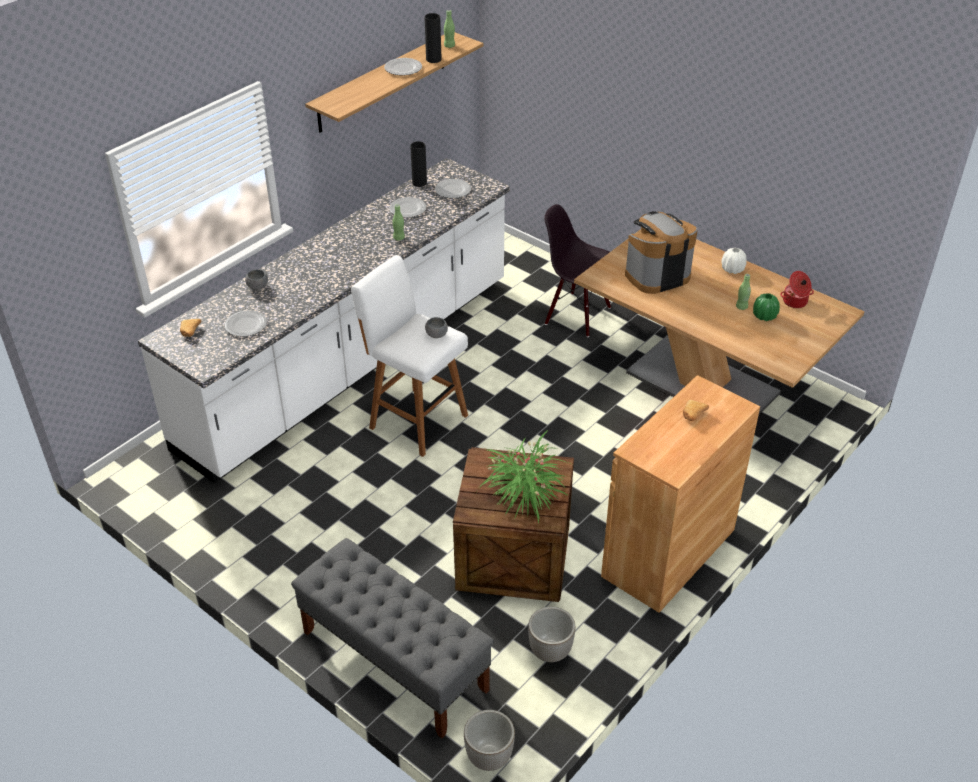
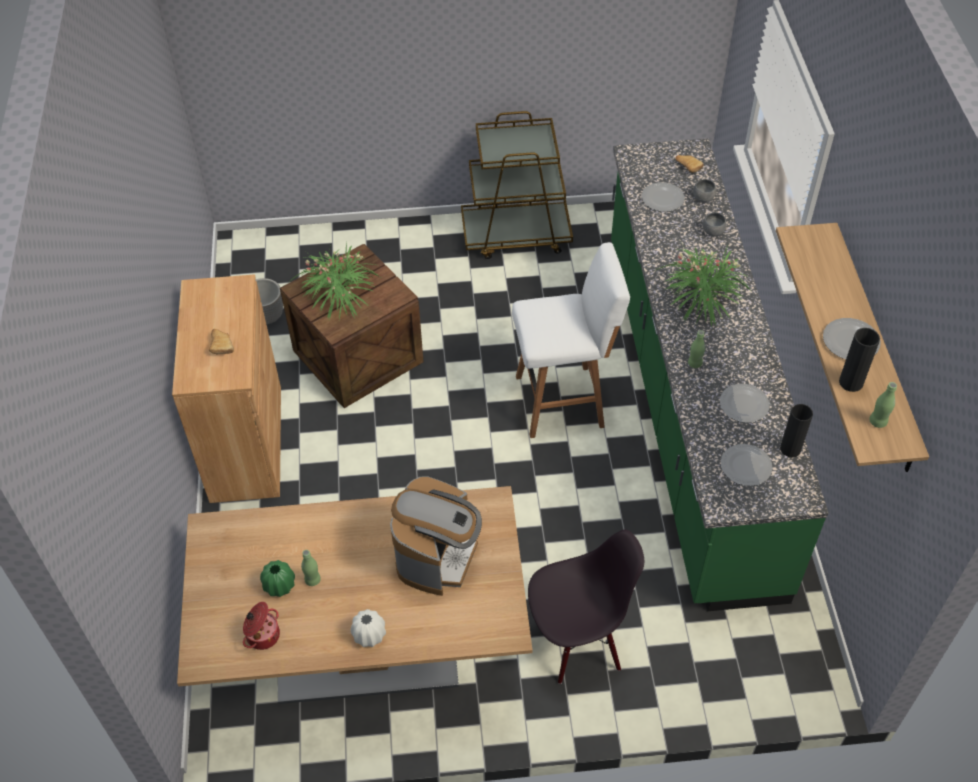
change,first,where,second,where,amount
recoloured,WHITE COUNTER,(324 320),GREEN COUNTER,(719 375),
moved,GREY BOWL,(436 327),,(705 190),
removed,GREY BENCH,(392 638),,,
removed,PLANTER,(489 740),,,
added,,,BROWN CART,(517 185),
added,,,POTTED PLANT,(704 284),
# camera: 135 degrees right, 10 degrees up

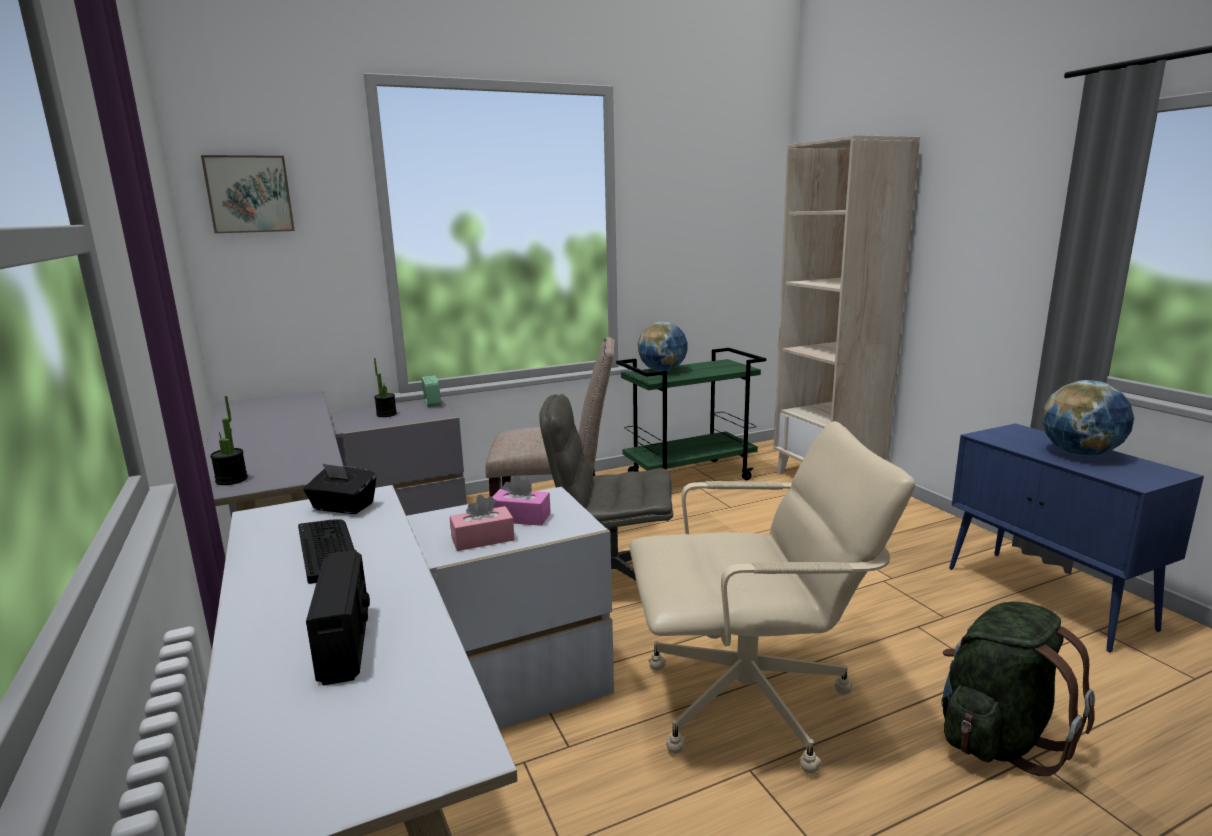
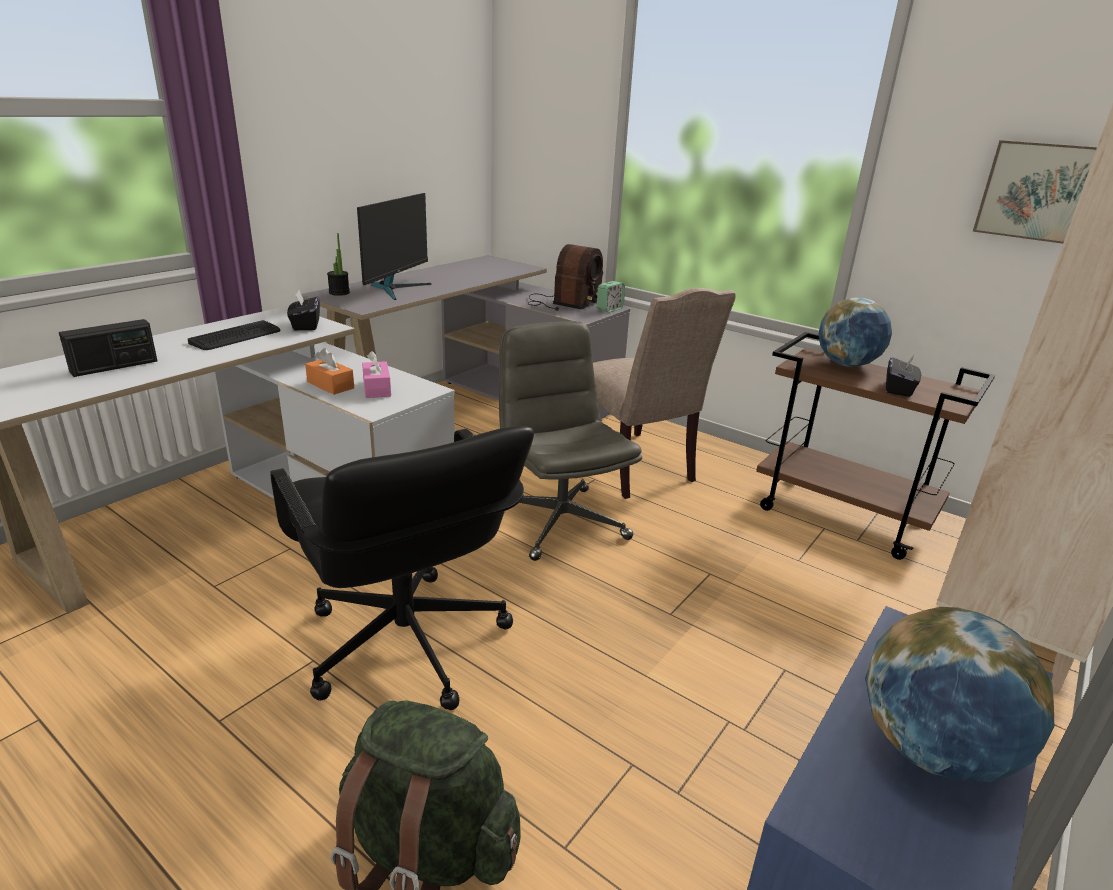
change,first,where,second,where,amount
moved,PICTURE,(248 194),,(1035 192),
recoloured,GREEN CART,(691 414),BROWN CART,(875 446),
replaced,POTTED PLANT,(385 387),RADIO,(565 277),
recoloured,BEIGE OFFICE CHAIR,(772 597),BLACK OFFICE CHAIR,(402 568),
recoloured,PINK TISSUE BOX,(482 522),ORANGE TISSUE BOX,(329 371),
added,,,MONITOR,(394 246),
added,,,BLACK TISSUE BOX,(903 376),
# camera: 60 degrees right, 10 degrees up

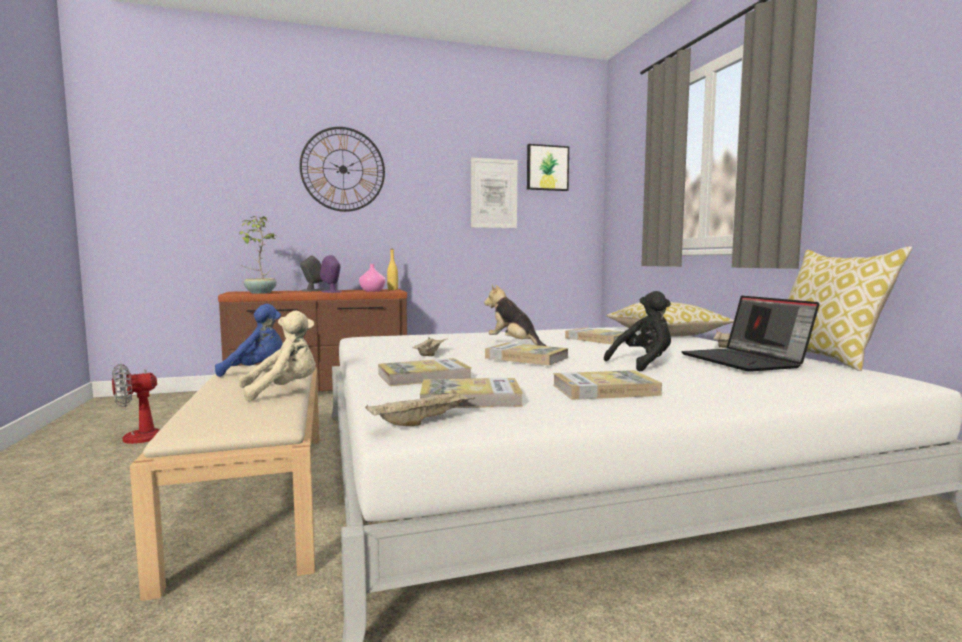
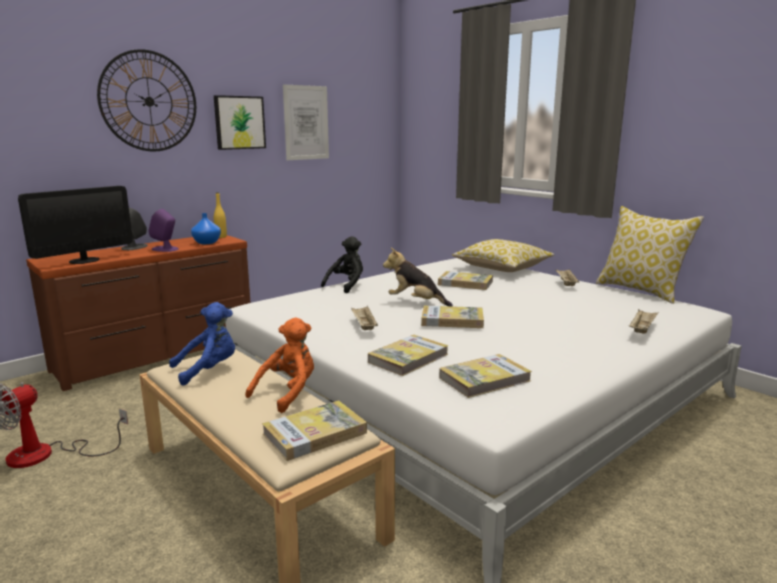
change,first,where,second,where,amount
moved,PICTURE,(548 167),,(240 122),
replaced,POTTED PLANT,(258 255),MONITOR,(75 225),
recoloured,PINK VASE,(372 278),BLUE VASE,(206 228),
moved,BLACK PLUSH TOY,(637 331),,(342 264),
removed,LAPTOP,(750 334),,,
recoloured,BEIGE PLUSH TOY,(277 356),ORANGE PLUSH TOY,(279 365),
moved,BOOK,(607 385),,(314 430),
moved,BEIGE TRAY,(420 407),,(643 321),
# camera: 25 degrees left, 10 degrees up

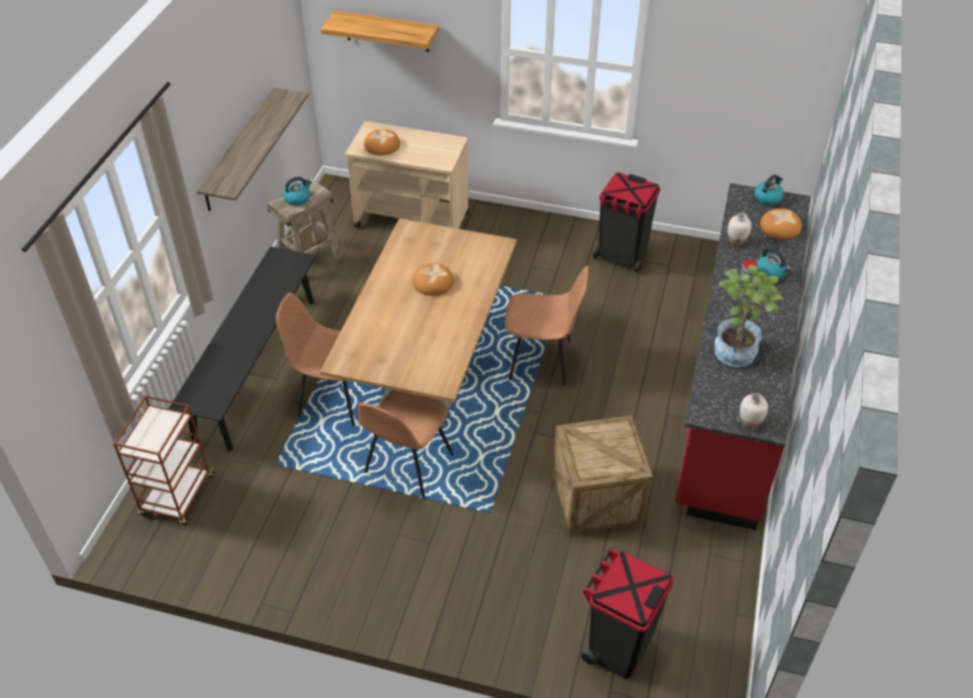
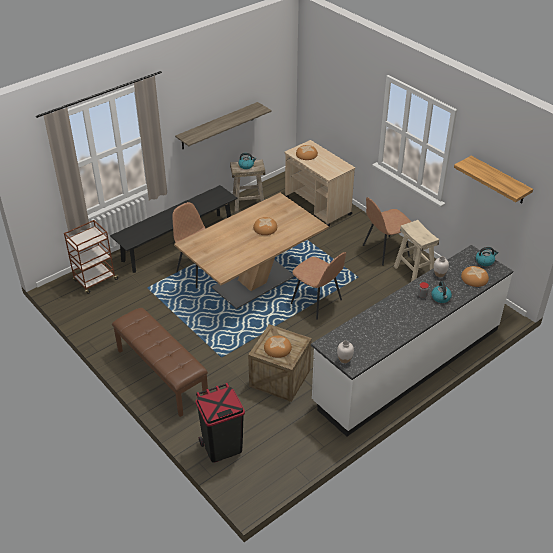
change,first,where,second,where,amount
moved,SHELF,(380 31),,(493 180),
replaced,BLACK TRASH CAN,(626 222),BEIGE STOOL,(416 251),
recoloured,RED COUNTER,(742 356),WHITE COUNTER,(412 341),
removed,POTTED PLANT,(749 316),,,
moved,BROWN CHAIR,(406 444),,(387 231),
added,,,BROWN BENCH,(160 362),
added,,,BREAD,(278 347),
# camera: 35 degrees right, 5 degrees down

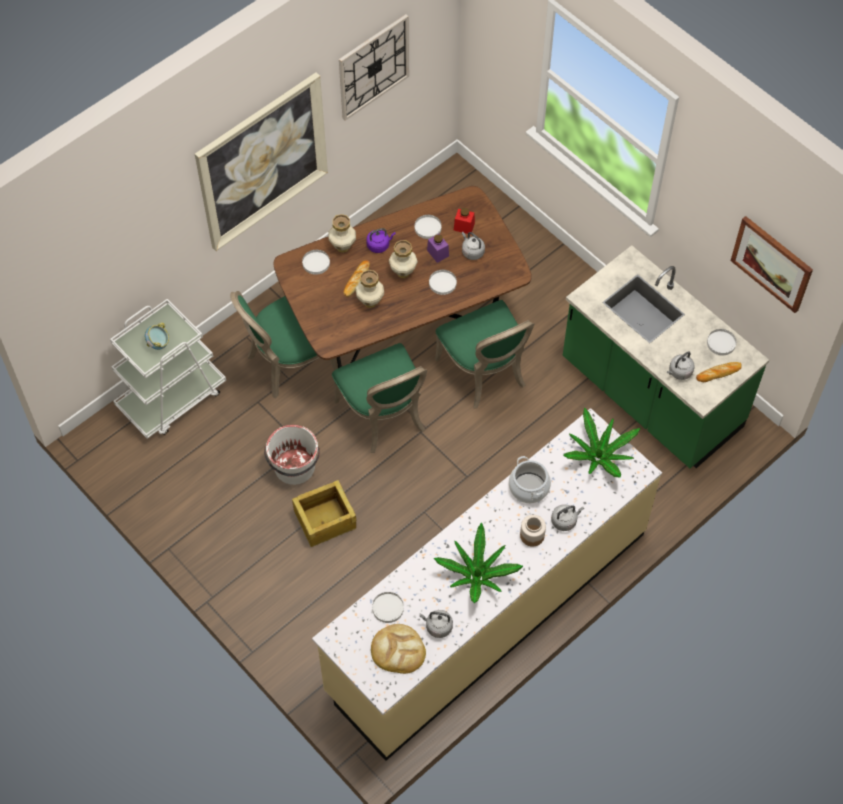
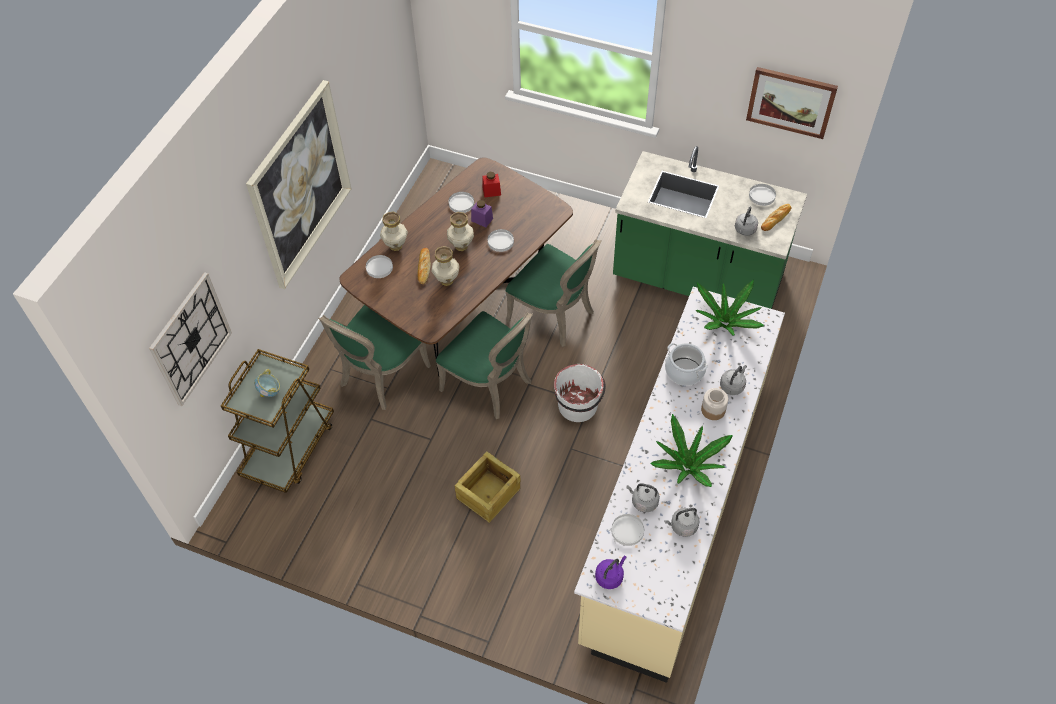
change,first,where,second,where,amount
moved,WALL CLOCK,(374 67),,(190 339),
moved,PURPLE KETTLE,(381 240),,(611 572),
moved,GREY KETTLE,(473 246),,(643 497),
recoloured,WHITE CART,(168 369),BROWN CART,(277 421),
moved,WHITE BUCKET,(292 455),,(580 393),
removed,BREAD,(398 649),,,
# camera: 25 degrees left, 5 degrees down

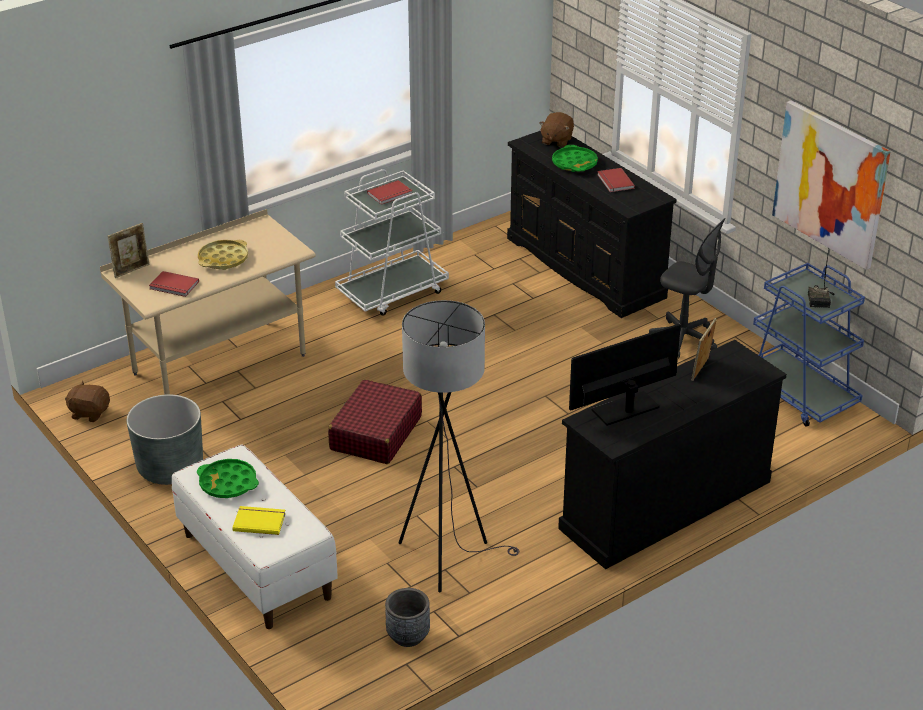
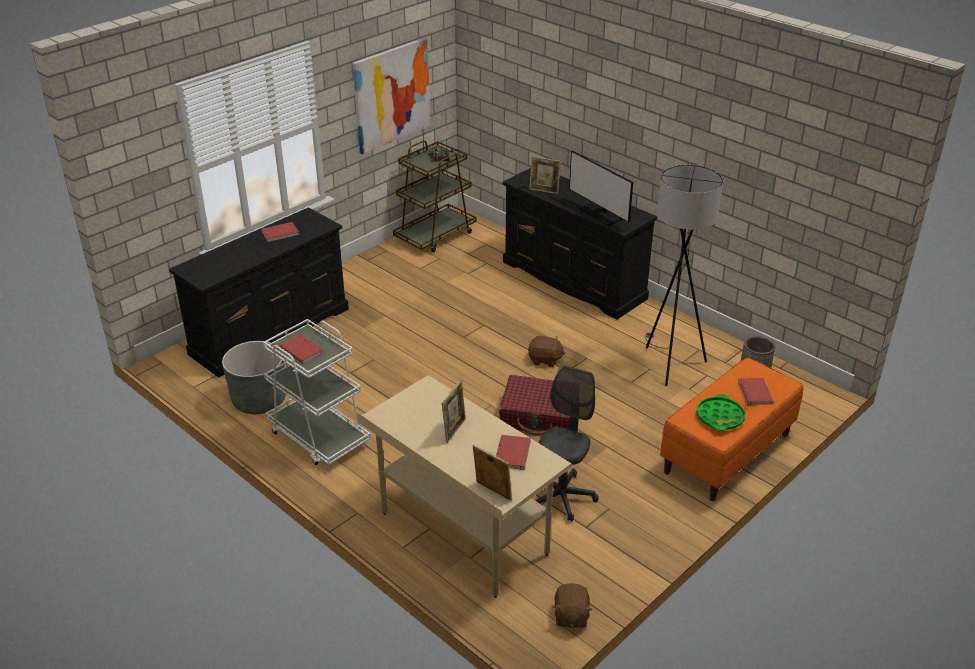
change,first,where,second,where,amount
moved,BROWN PLUSH TOY,(556 130),,(546 351),
removed,GREEN TRAY,(575 158),,,
moved,GREY OFFICE CHAIR,(687 288),,(567 443),
replaced,YELLOW TRAY,(223 255),PICTURE FRAME,(454 411),
recoloured,BLUE CART,(809 345),BROWN CART,(434 196),
moved,GREY PLANTER,(165 439),,(254 377),
recoloured,WHITE BENCH,(255 536),ORANGE BENCH,(731 429),
recoloured,YELLOW BOOK,(259 520),RED BOOK,(756 391),
# camera: 100 degrees left, 0 degrees up

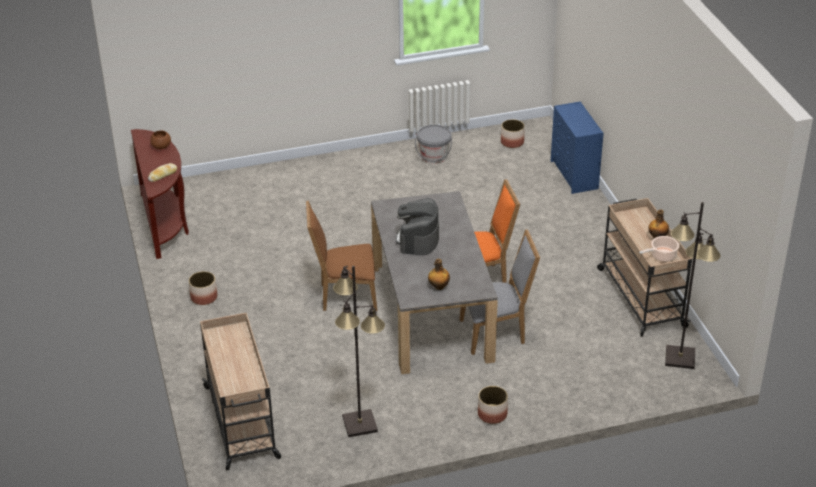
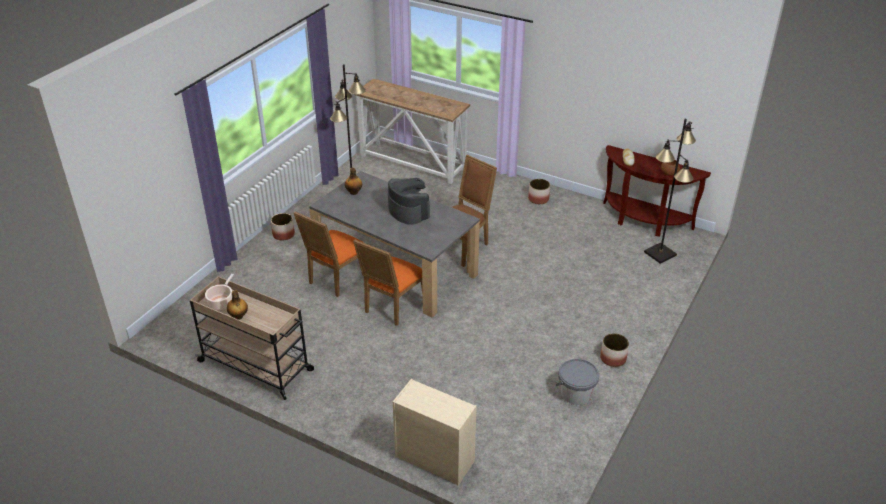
change,first,where,second,where,amount
recoloured,BLUE DRESSER,(577 147),BEIGE DRESSER,(435 432),
moved,PLANTER,(513 133),,(614 350),
moved,BLACK FLOOR LAMP,(692 285),,(670 191),
recoloured,GREY CHAIR,(499 292),ORANGE CHAIR,(328 254),
replaced,BEIGE CART,(240 391),CONSOLE TABLE,(412 131),
# camera: 135 degrees right, 0 degrees up

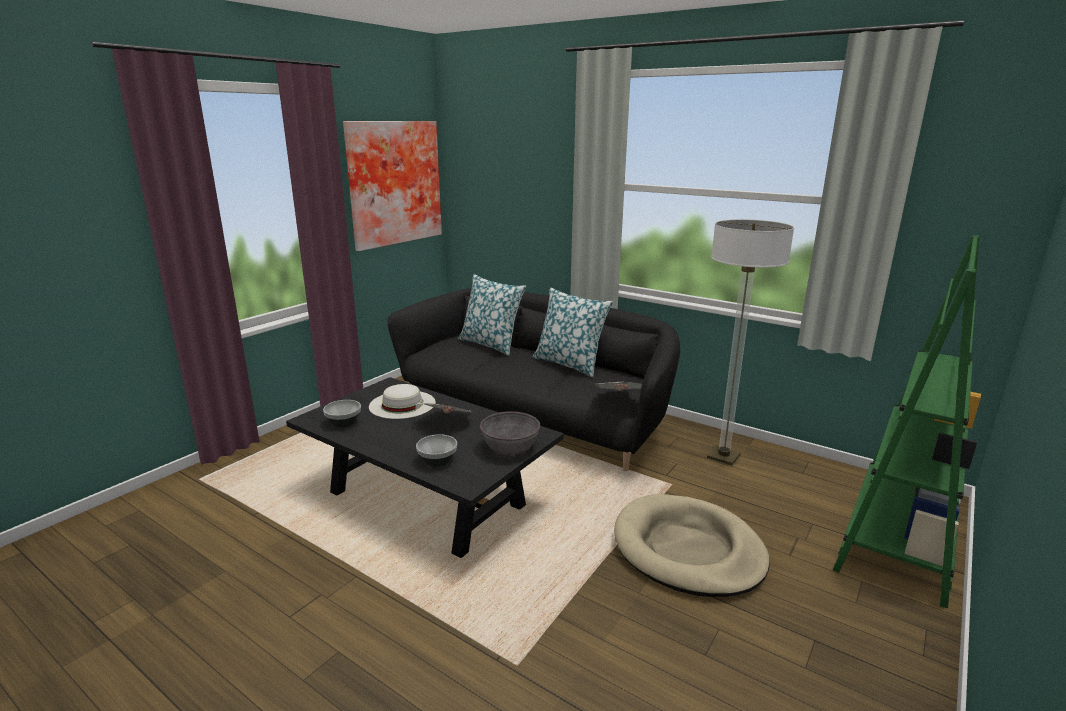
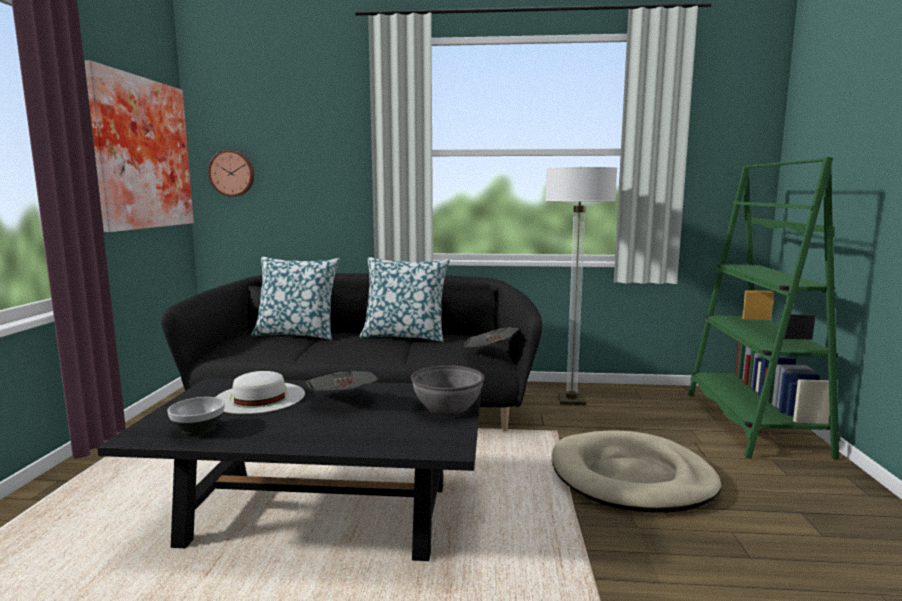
change,first,where,second,where,amount
removed,BOWL,(436 450),,,
added,,,WALL CLOCK,(231 173),
# camera: 30 degrees left, 10 degrees down

